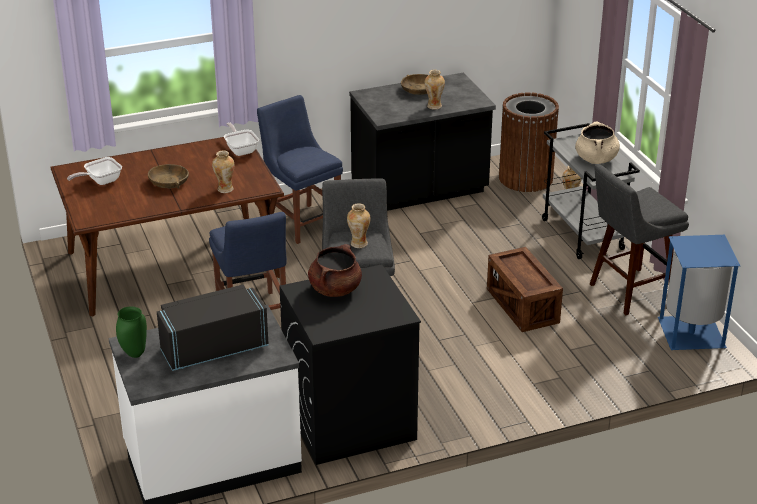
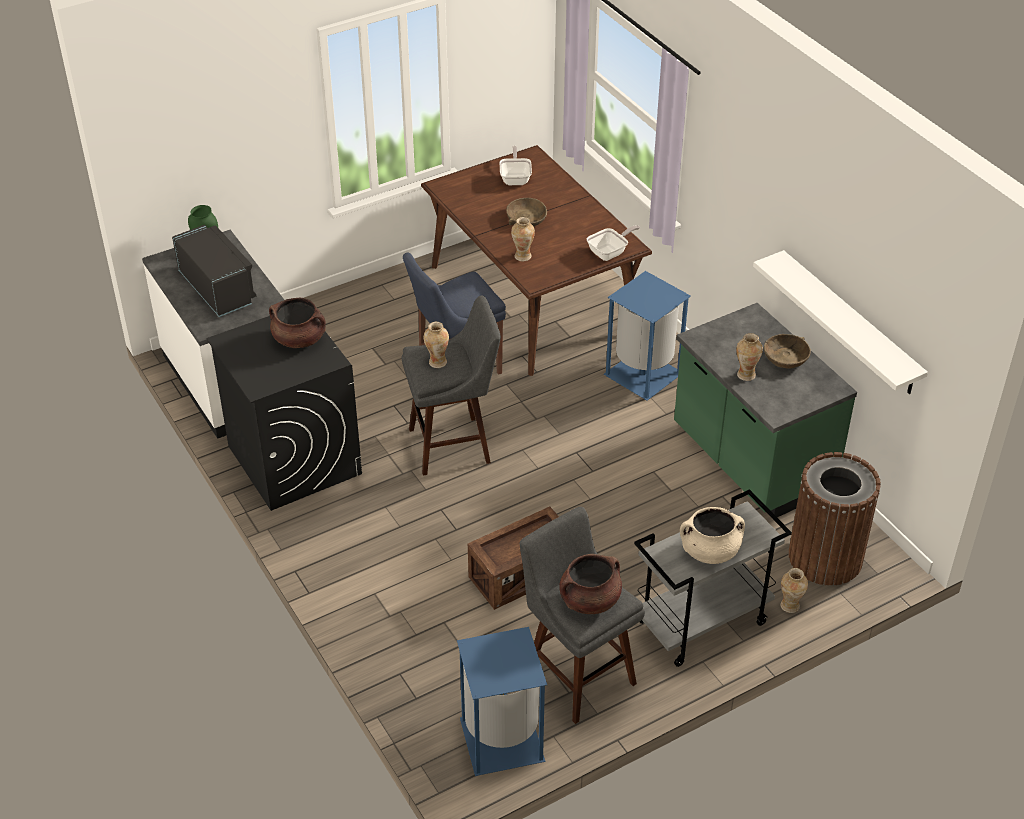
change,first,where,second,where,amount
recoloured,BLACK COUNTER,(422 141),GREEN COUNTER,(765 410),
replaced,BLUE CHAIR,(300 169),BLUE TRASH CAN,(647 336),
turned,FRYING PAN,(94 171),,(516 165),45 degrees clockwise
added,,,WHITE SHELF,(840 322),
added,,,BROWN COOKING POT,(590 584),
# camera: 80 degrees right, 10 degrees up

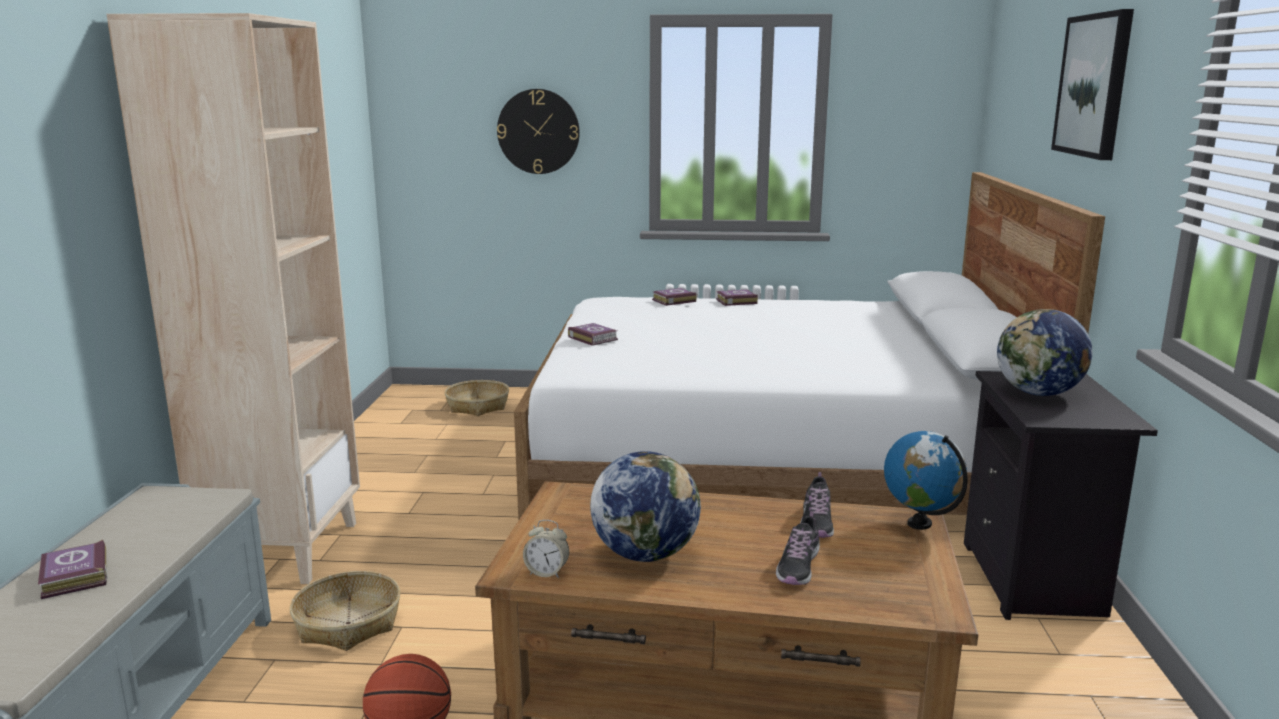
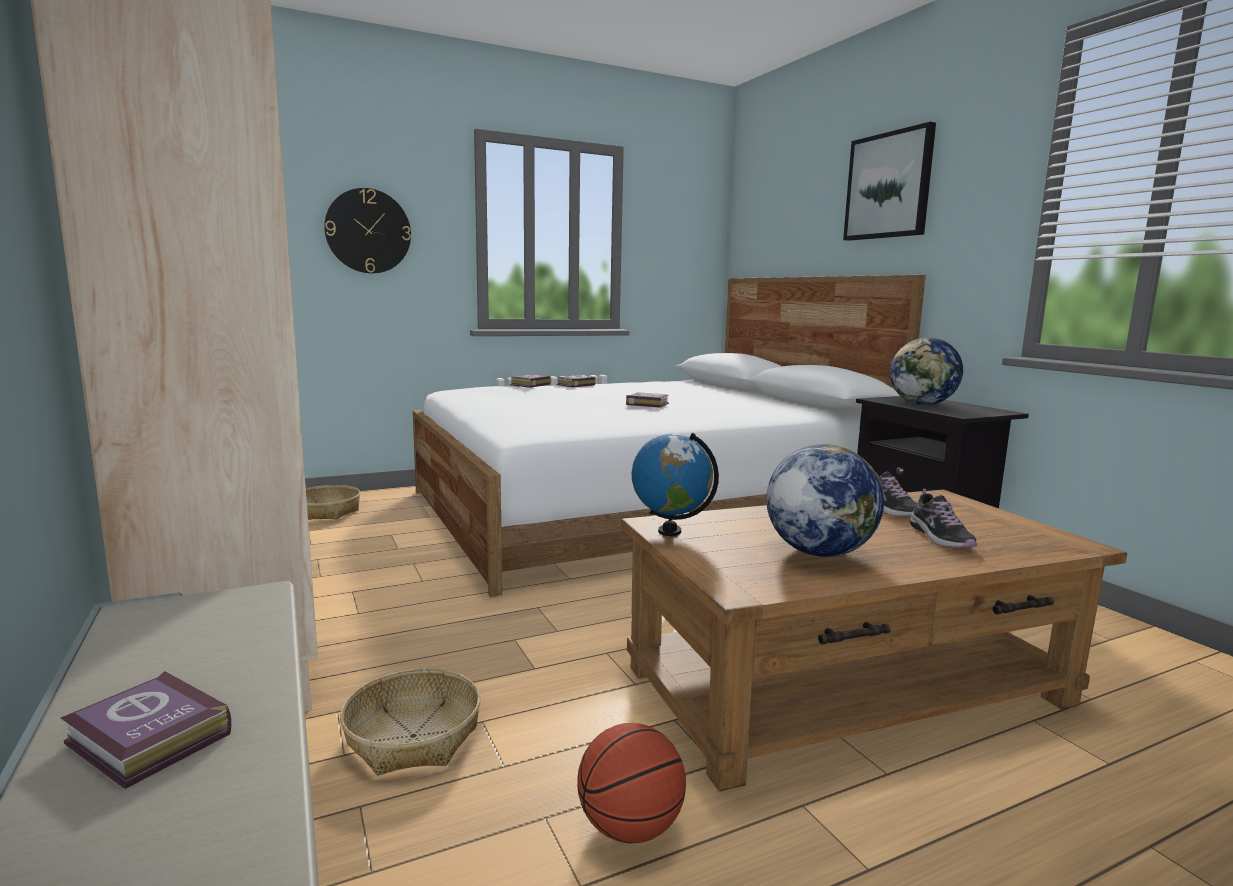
change,first,where,second,where,amount
moved,BOOK,(593 334),,(647 400),
moved,GLOBE,(926 480),,(675 484),
removed,ALARM CLOCK,(546 549),,,
# camera: 30 degrees left, 5 degrees down

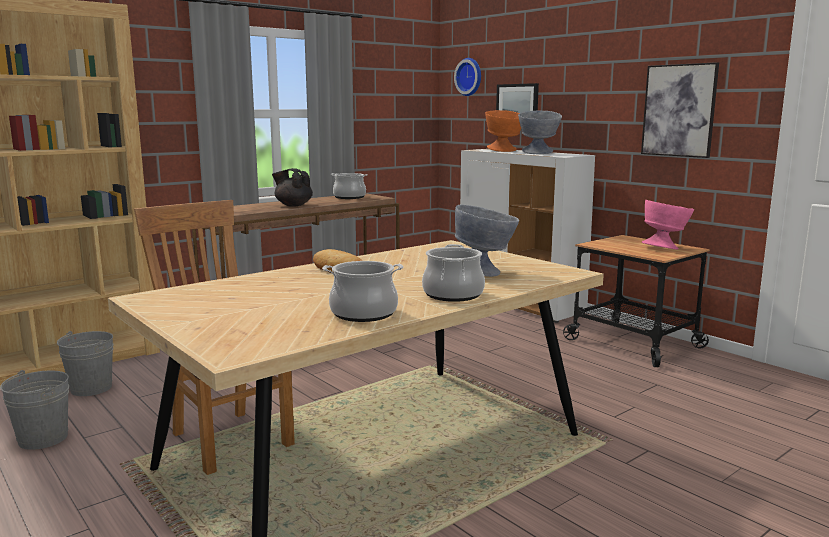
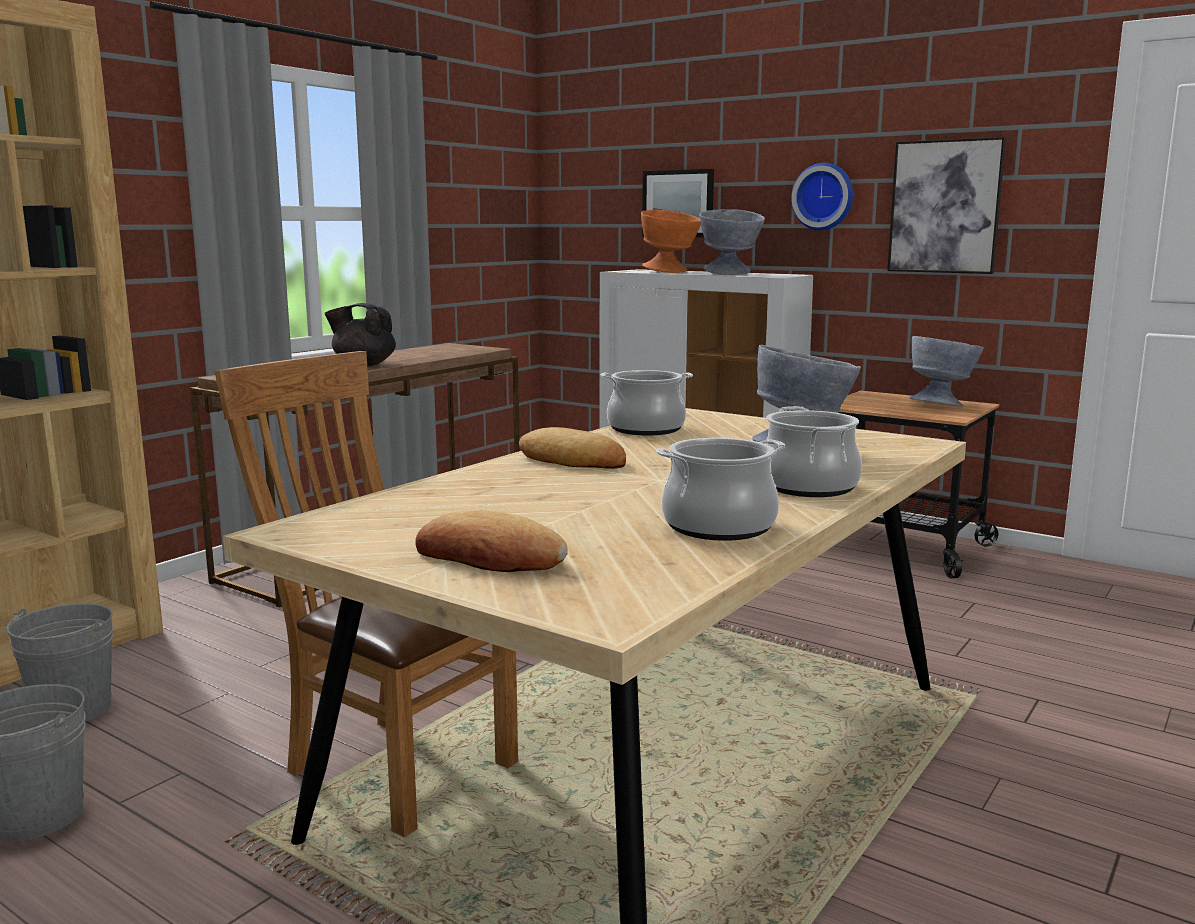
change,first,where,second,where,amount
moved,WALL CLOCK,(467 77),,(822 196),
moved,COOKING POT,(349 186),,(647 402),
recoloured,PINK BOWL,(668 224),GREY BOWL,(946 371),
added,,,BREAD,(491 541),
# camera: 15 degrees left, 0 degrees up

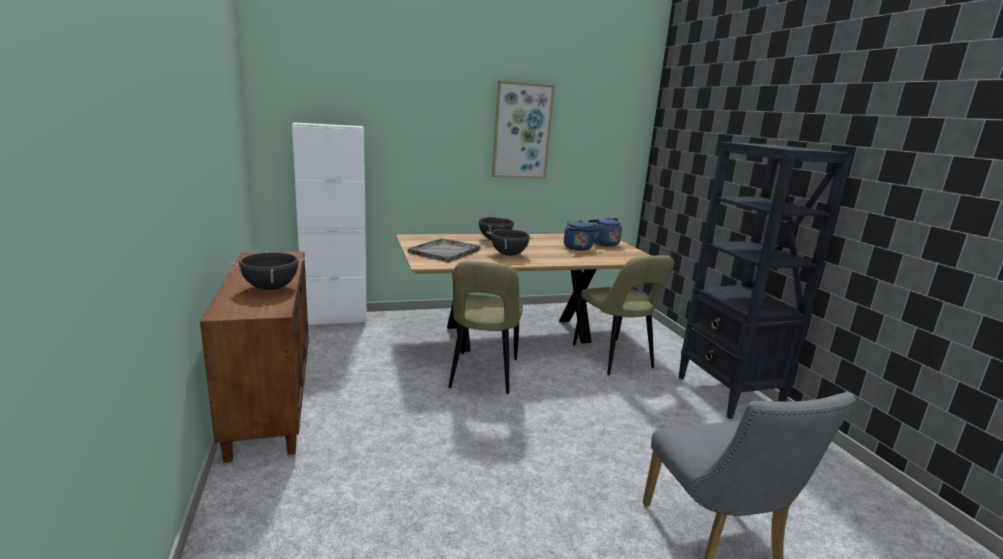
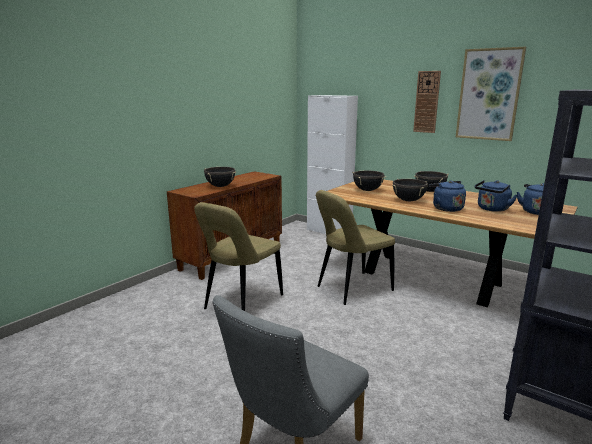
change,first,where,second,where,amount
replaced,GREY TRAY,(444 250),BLACK COOKING POT,(369 181),
moved,BEIGE CHAIR,(623 315),,(238 256),
added,,,WALL CLOCK,(427 102),
added,,,BLUE KETTLE,(447 196),
# camera: 55 degrees right, 0 degrees up

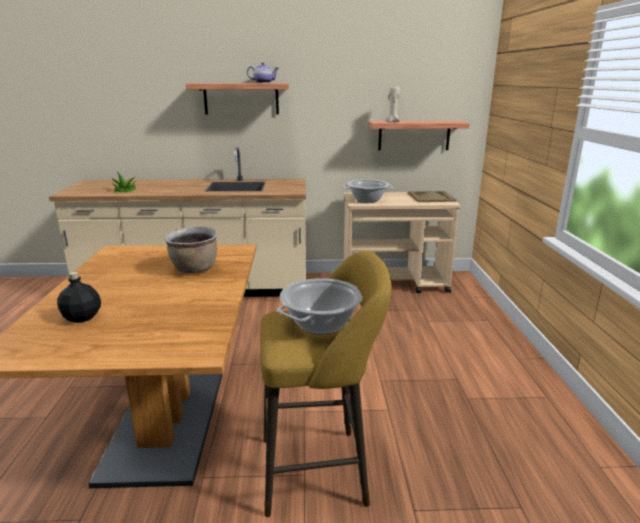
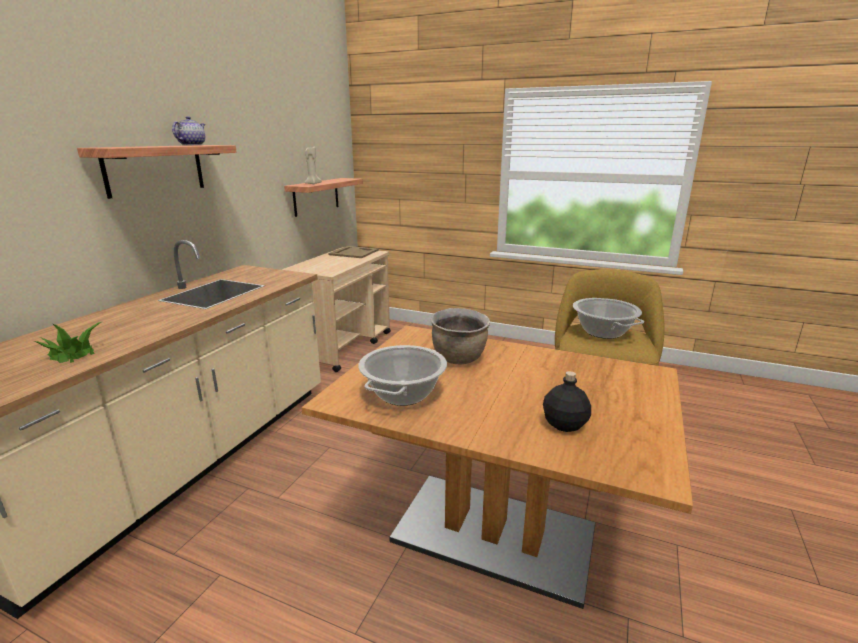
change,first,where,second,where,amount
moved,COOKING POT,(368 191),,(402 375),
# camera: 65 degrees left, 0 degrees up

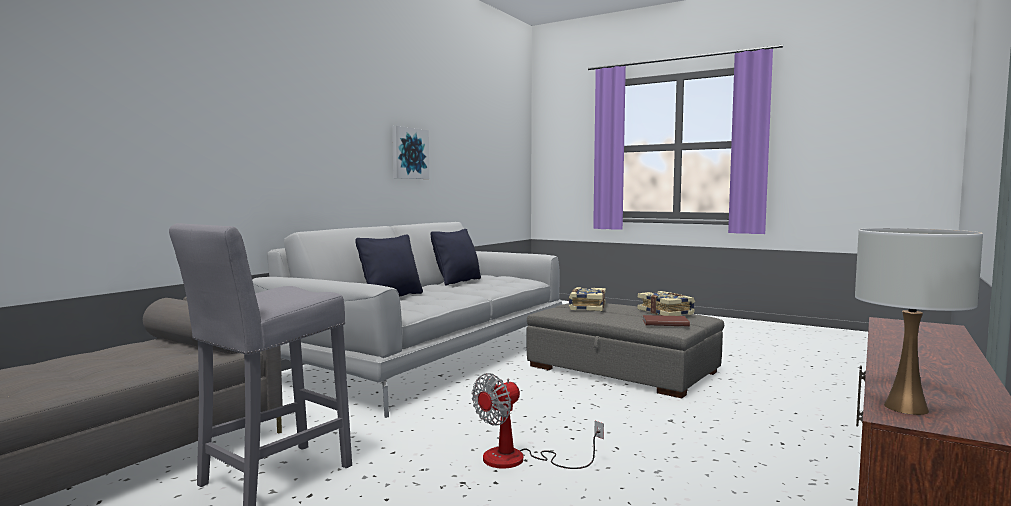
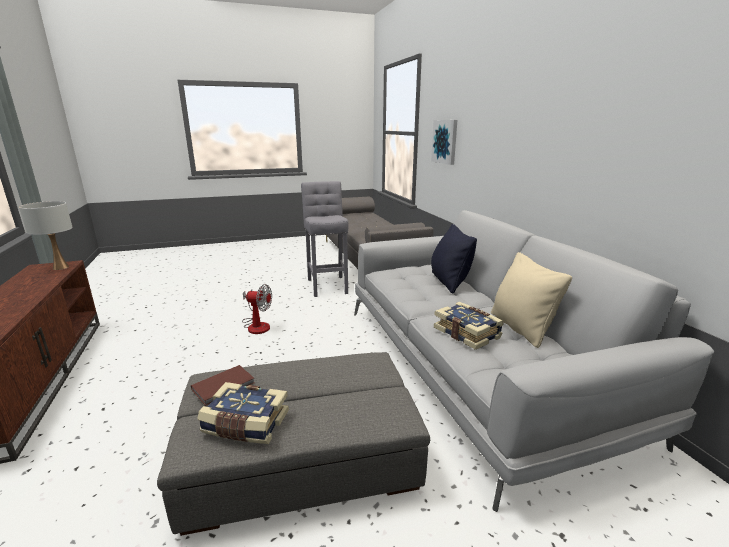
change,first,where,second,where,amount
moved,PICTURE,(410 152),,(444 142),
recoloured,BLACK PILLOW,(456 257),BEIGE PILLOW,(531 300),
moved,BOOK,(587 299),,(469 326),
turned,FAN,(538 421),,(257 309),105 degrees clockwise
# camera: 130 degrees right, 15 degrees up

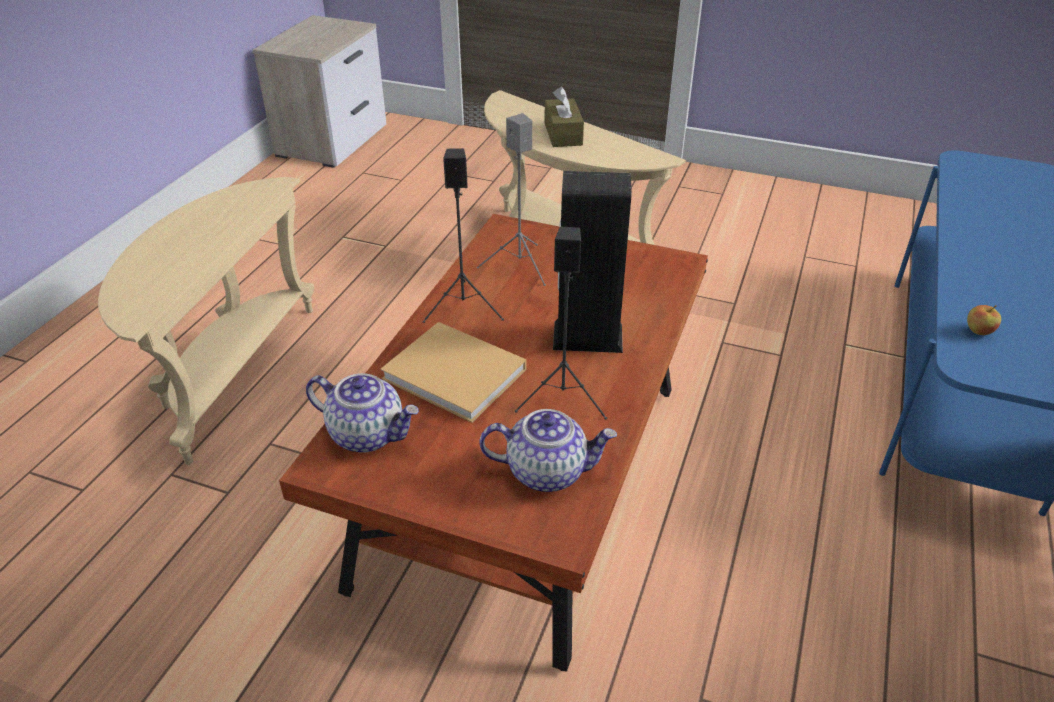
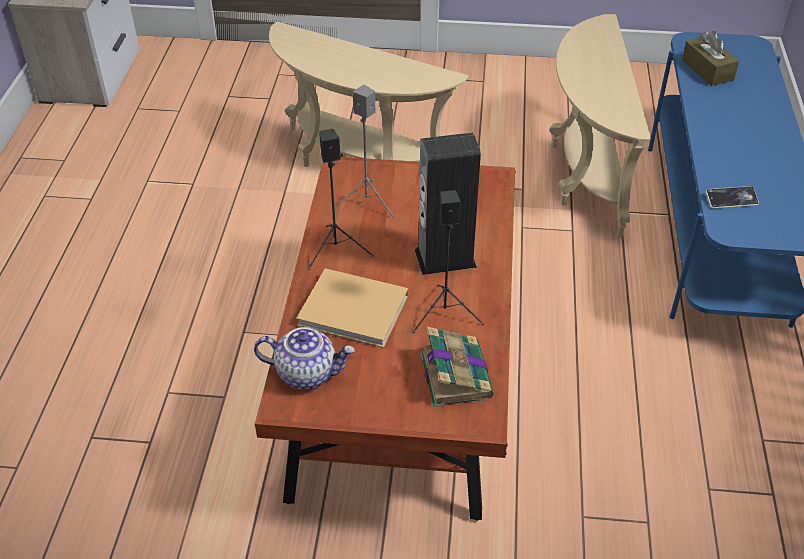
change,first,where,second,where,amount
moved,BROWN TISSUE BOX,(564 117),,(710 58),
moved,BEIGE SIDE TABLE,(206 321),,(600 125),
replaced,APPLE,(984 320),PHONE,(732 197),
replaced,TEAPOT,(548 450),BOOK,(457 367),
# camera: 15 degrees left, 5 degrees up

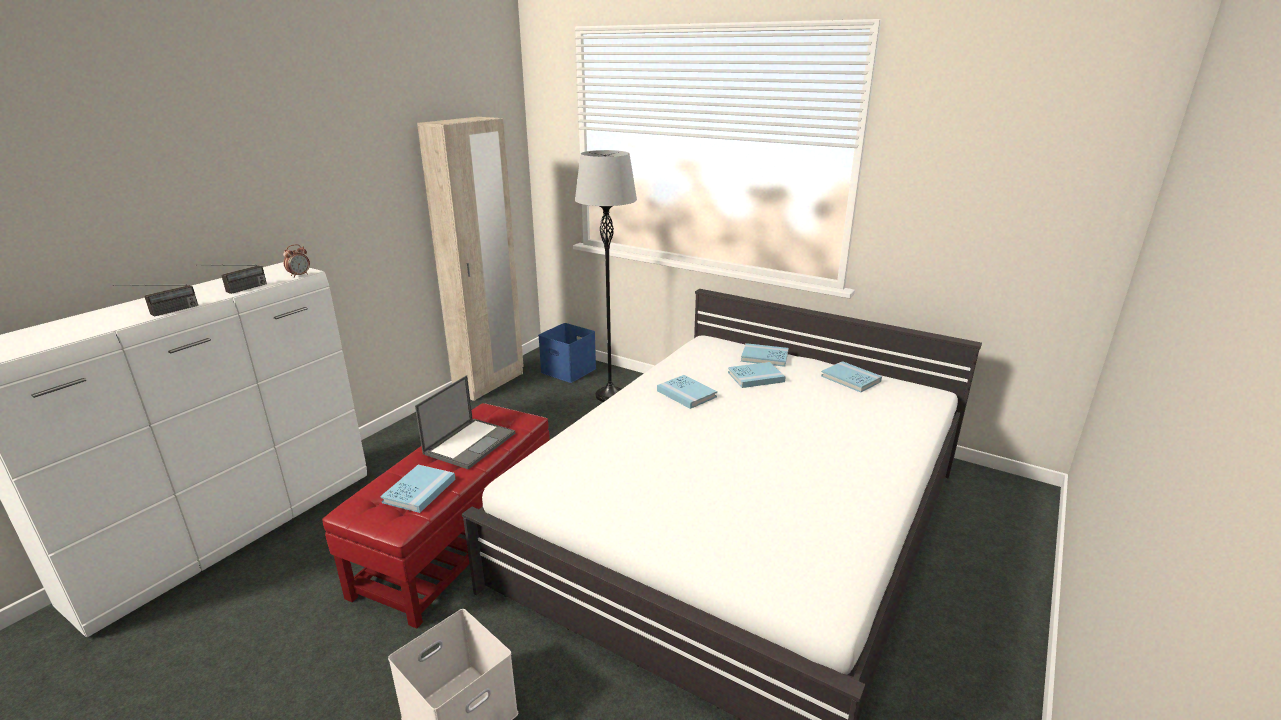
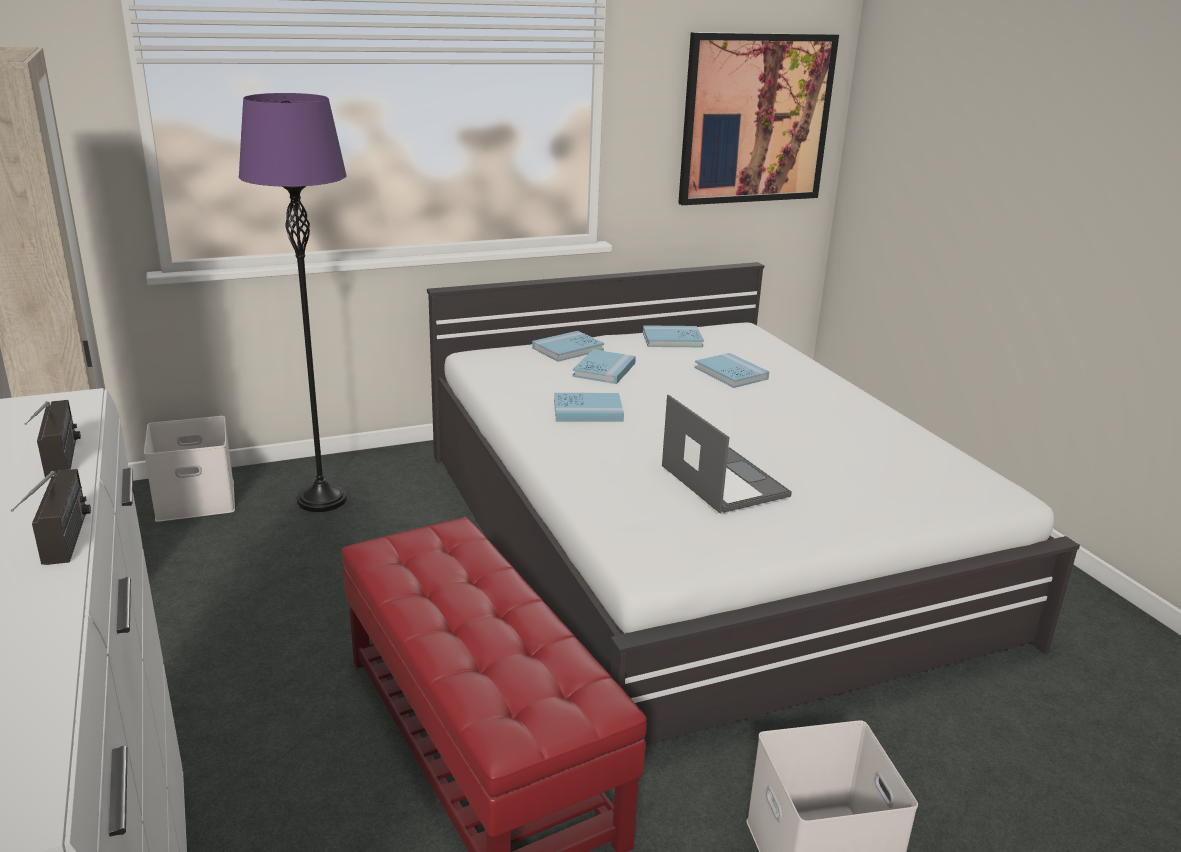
change,first,where,second,where,amount
recoloured,GREY FLOOR LAMP,(606 276),PURPLE FLOOR LAMP,(293 302),
removed,ALARM CLOCK,(296 261),,,
recoloured,BLUE STORAGE BOX,(567 353),WHITE STORAGE BOX,(189 469),
moved,LAPTOP,(465 422),,(727 454),
moved,BLUE BOOK,(417 488),,(732 370),
added,,,PICTURE,(758 118),
# camera: 55 degrees left, 0 degrees up

